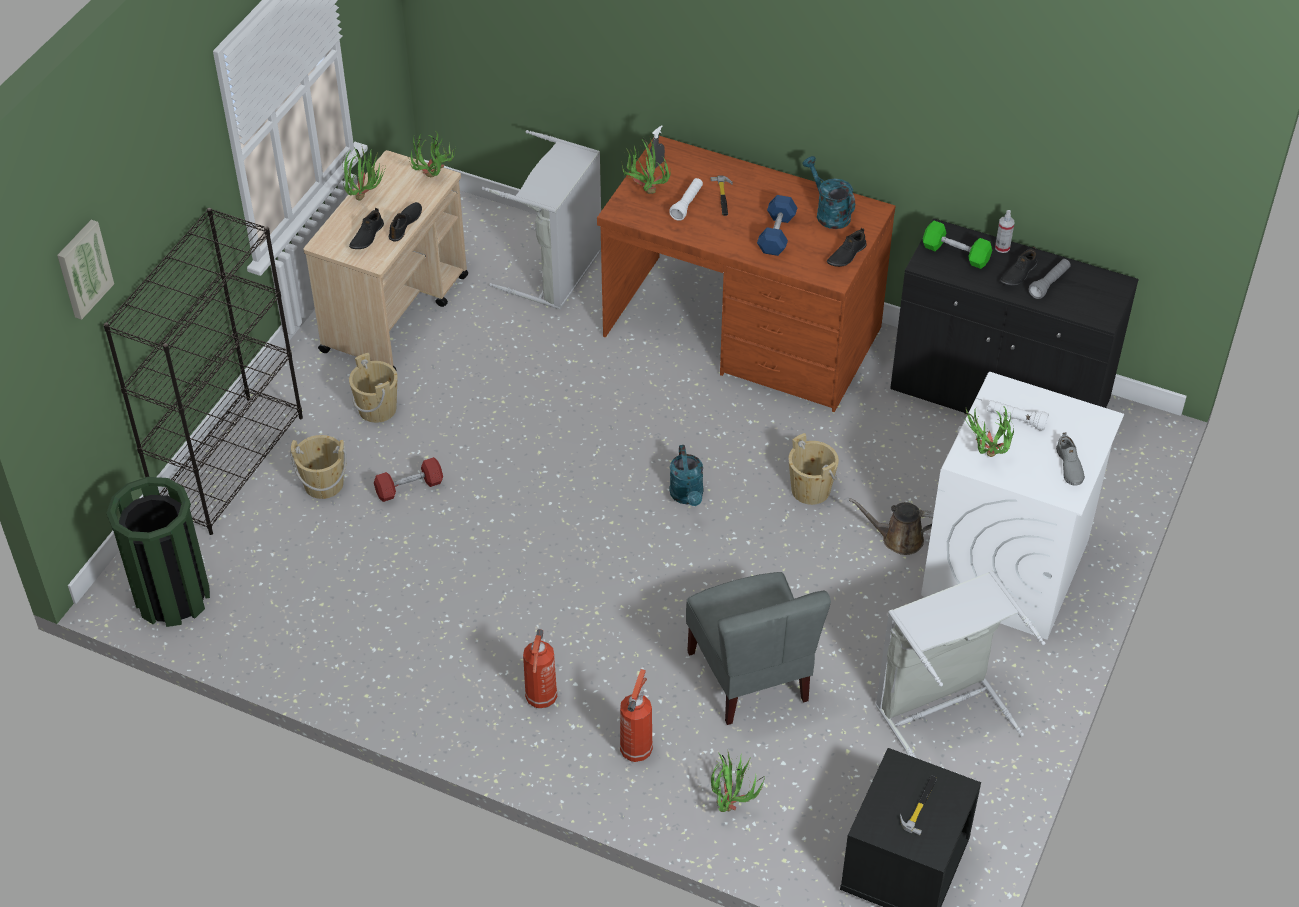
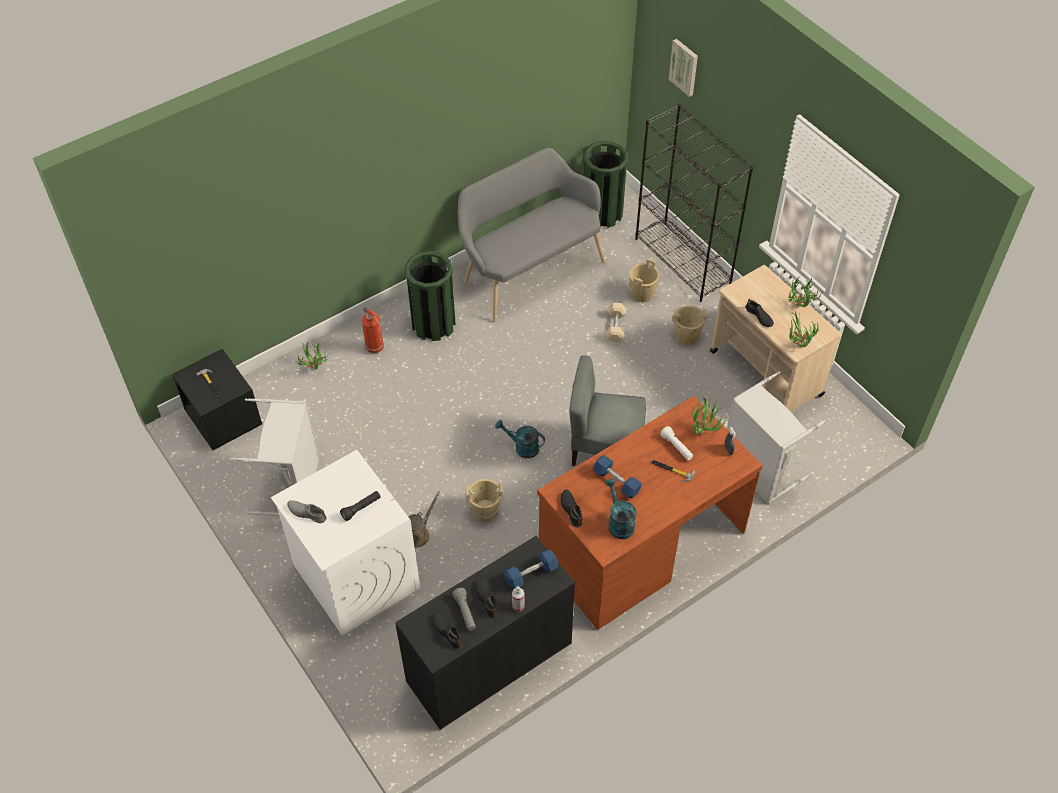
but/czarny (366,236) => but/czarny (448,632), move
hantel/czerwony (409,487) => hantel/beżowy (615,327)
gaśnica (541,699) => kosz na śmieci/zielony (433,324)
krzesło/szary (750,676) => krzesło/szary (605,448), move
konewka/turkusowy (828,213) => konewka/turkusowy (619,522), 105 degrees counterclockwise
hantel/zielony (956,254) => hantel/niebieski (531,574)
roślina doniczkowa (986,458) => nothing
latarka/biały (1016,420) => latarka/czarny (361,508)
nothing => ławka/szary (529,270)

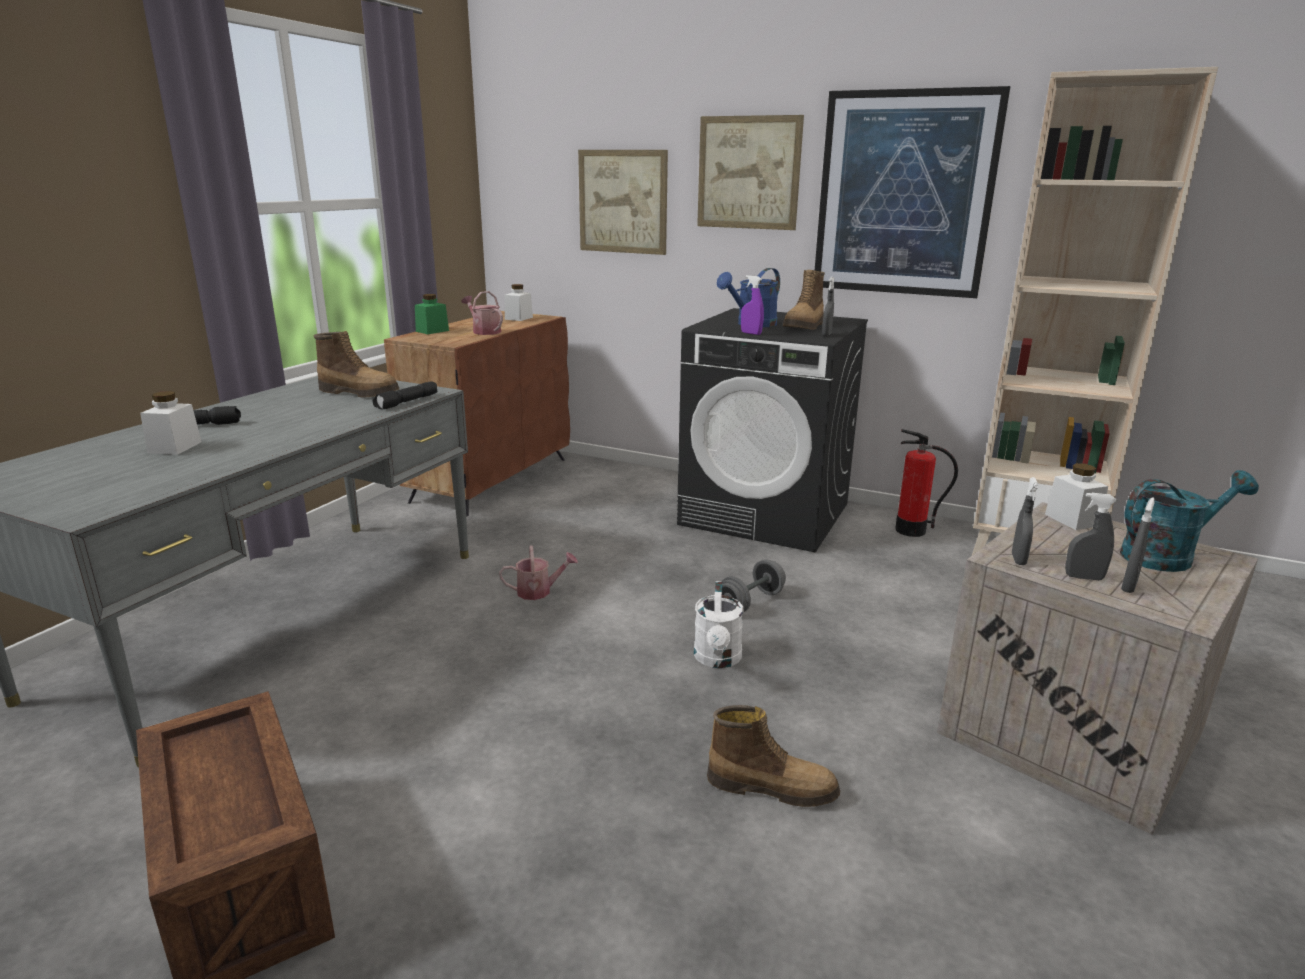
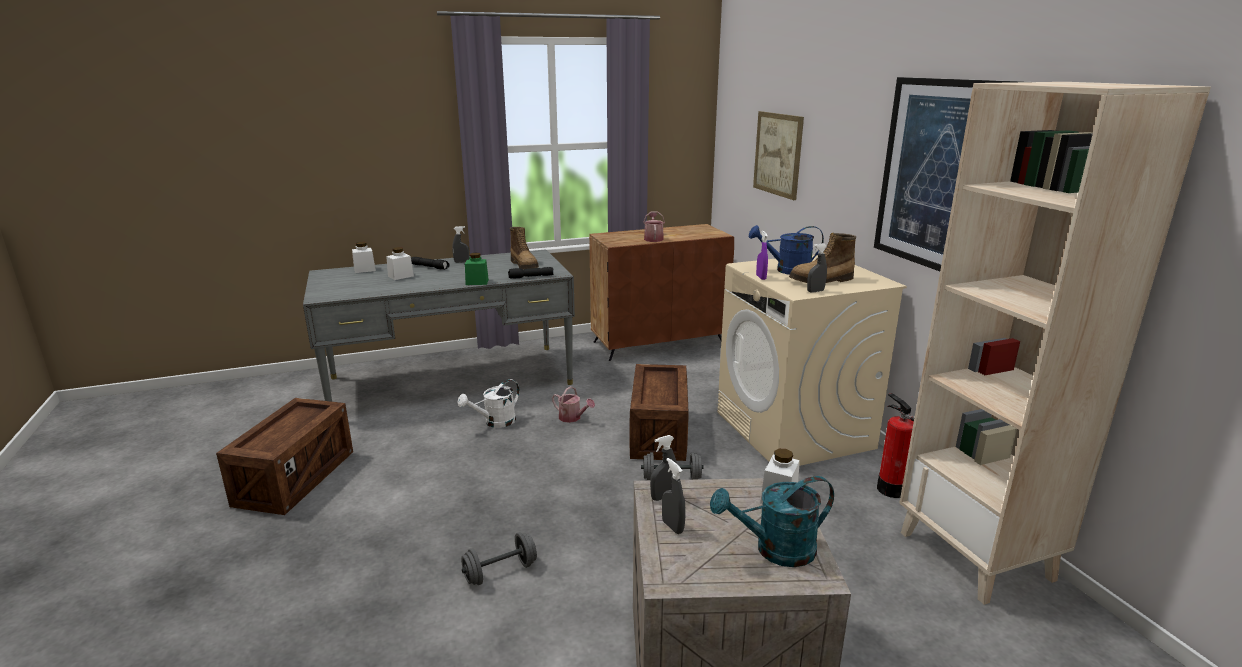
słoik/zielony (432,331) => słoik/zielony (477,282), move
słoik/biały (519,318) => słoik/biały (364,270), move
pralka/czarny (766,514) => pralka/beżowy (794,430)
konewka/biały (717,659) => konewka/biały (495,422), move
obraz (748,173) => nothing
but z cholewką (772,787) => hantel/szary (500,572)
konewka/turkusowy (1166,556) => konewka/turkusowy (775,550), 135 degrees clockwise
spryskiwacz/szary (1129,586) => spryskiwacz/szary (461,262), move
nothing => skrzynka (659,434)

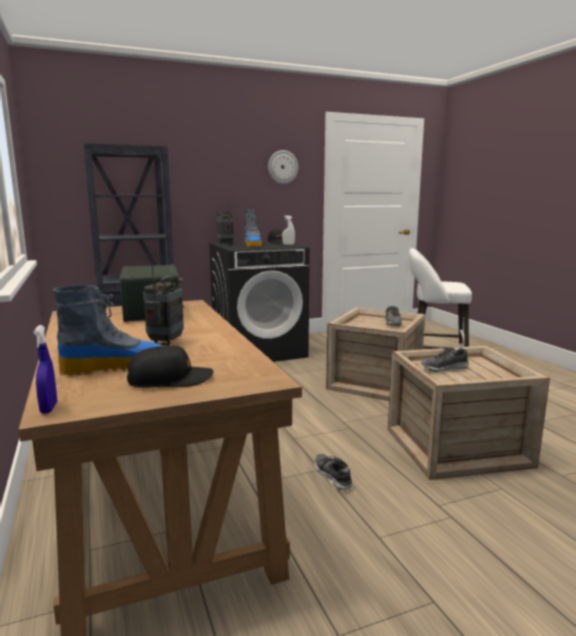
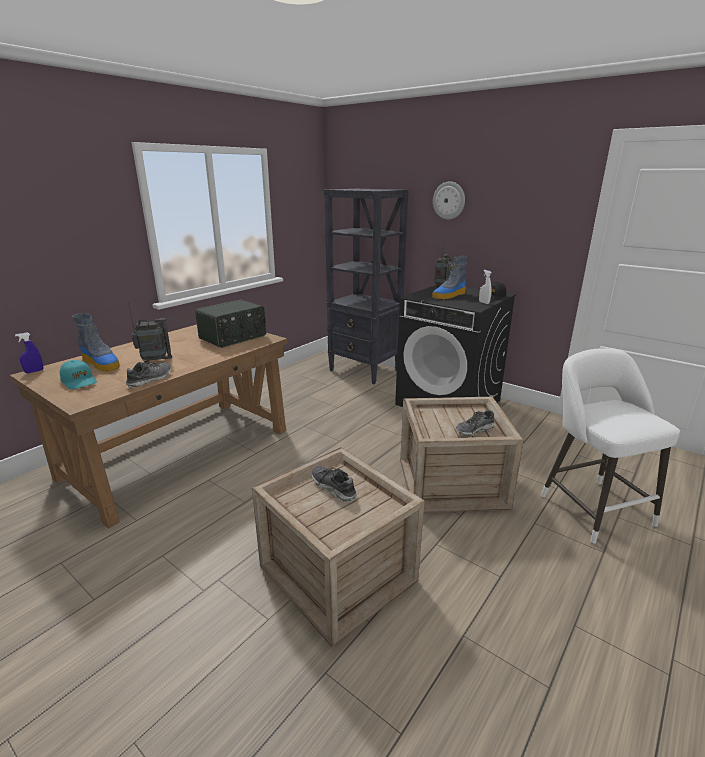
czapka z daszkiem/czarny (170,380) => czapka z daszkiem/turkusowy (79,381)
zegar ścienny (282,167) => zegar ścienny (449,200), move
but (332,477) => but (150,380), move

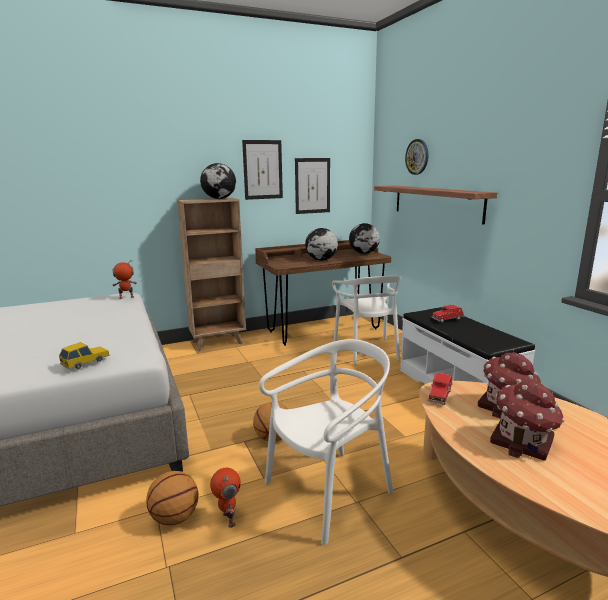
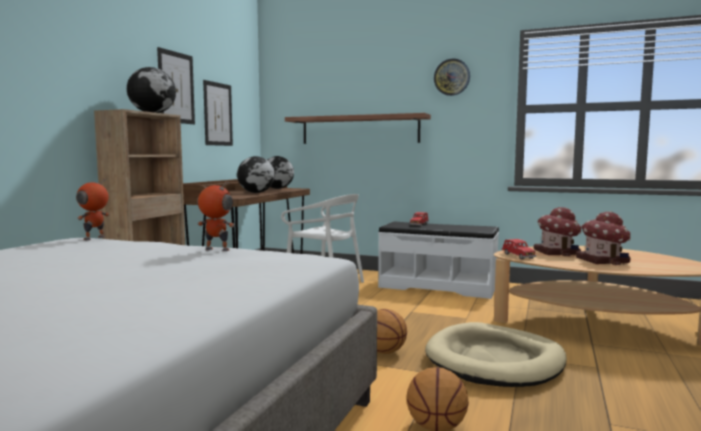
samochodzik (85,362) => nothing
robot zabawkowy (227,519) => robot zabawkowy (216,250), move
krzesło/biały (329,492) => legowisko/beżowy (495,360)
zegar ścienny (417,157) => zegar ścienny (452,77), move

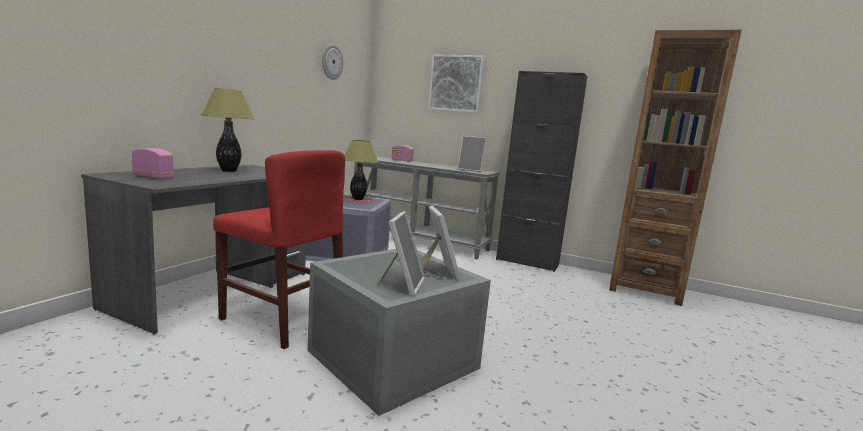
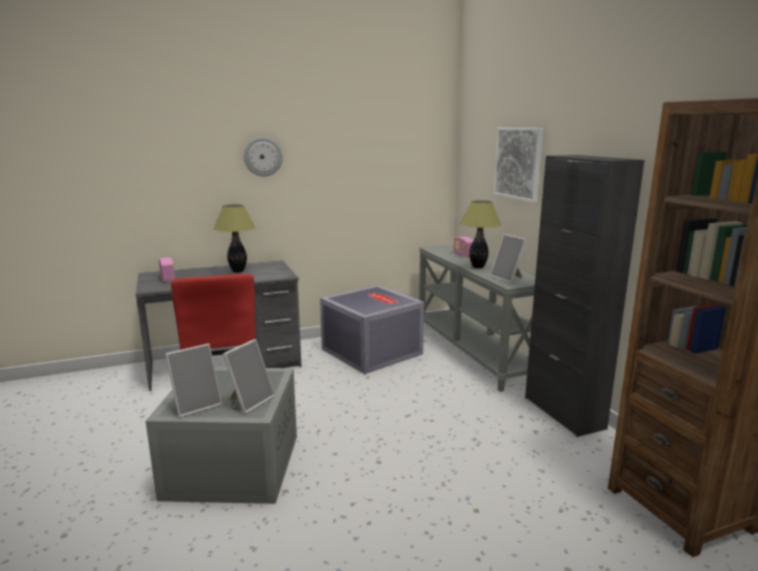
zegar ścienny (331,62) => zegar ścienny (263,156), move
lampa stołowa (358,199) => lampa stołowa (478,267), move

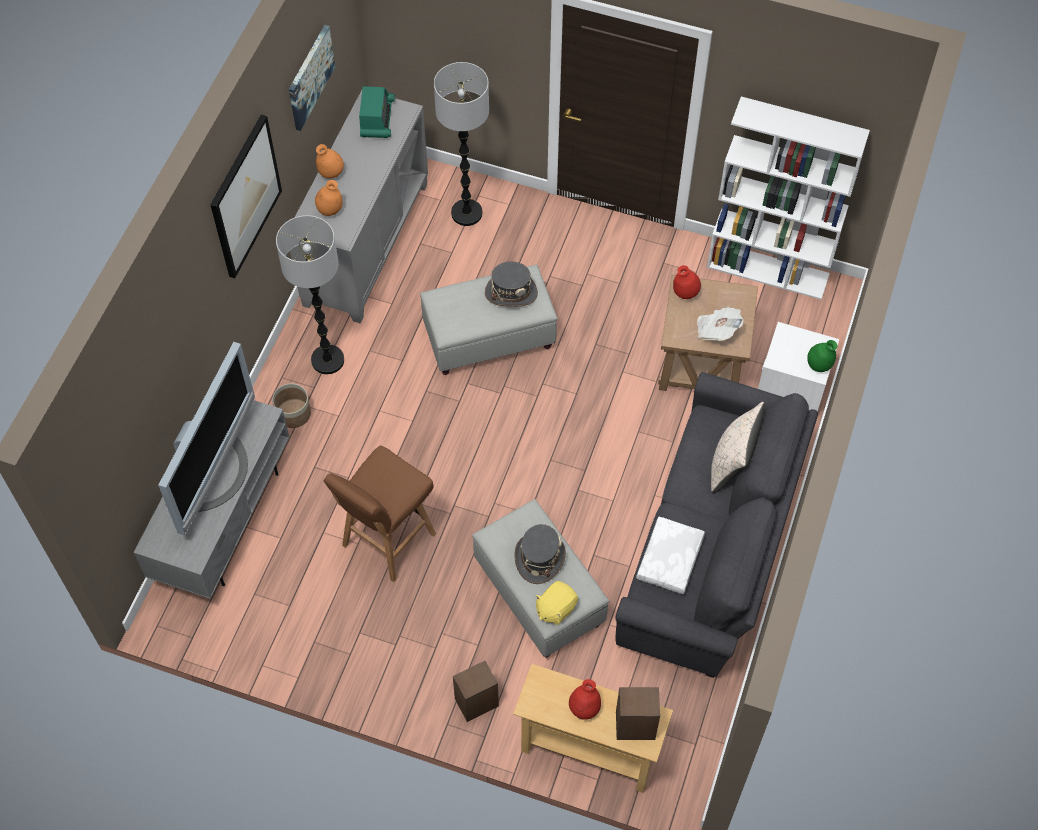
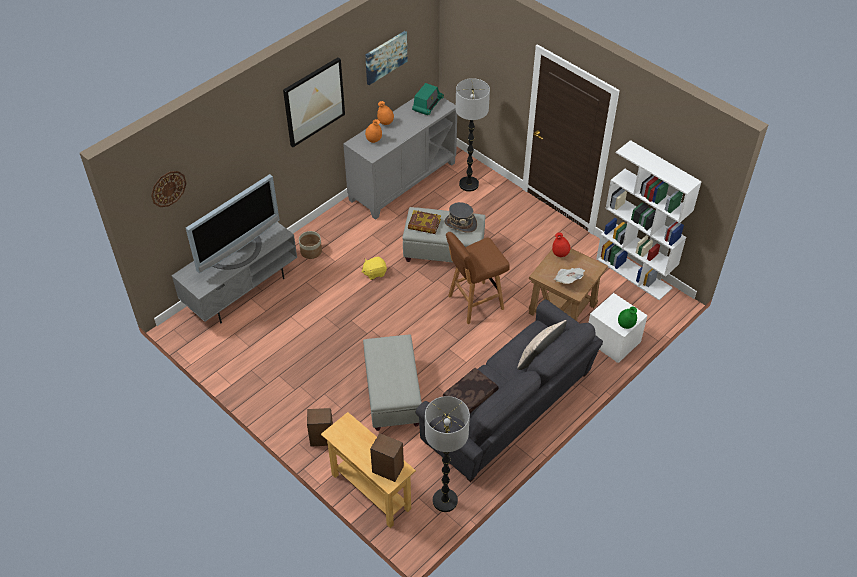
lampa stojąca (328,360) => lampa stojąca (445,501), move
stołek/brązowy (387,541) => stołek/brązowy (474,303), move
kapelusz/szary (539,558) => nothing
pluszak/żółty (555,608) => pluszak/żółty (374,273), move
wazon/czerwony (584,708) => nothing
poduszka/biały (671,560) => poduszka/brązowy (470,396)
nothing => zegar ścienny (168,188)
nothing => książka (424,224)

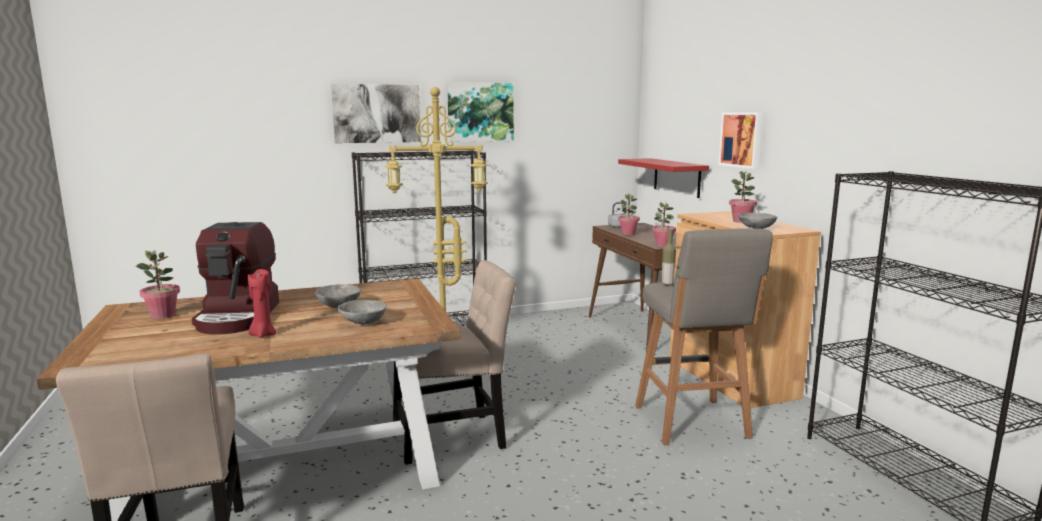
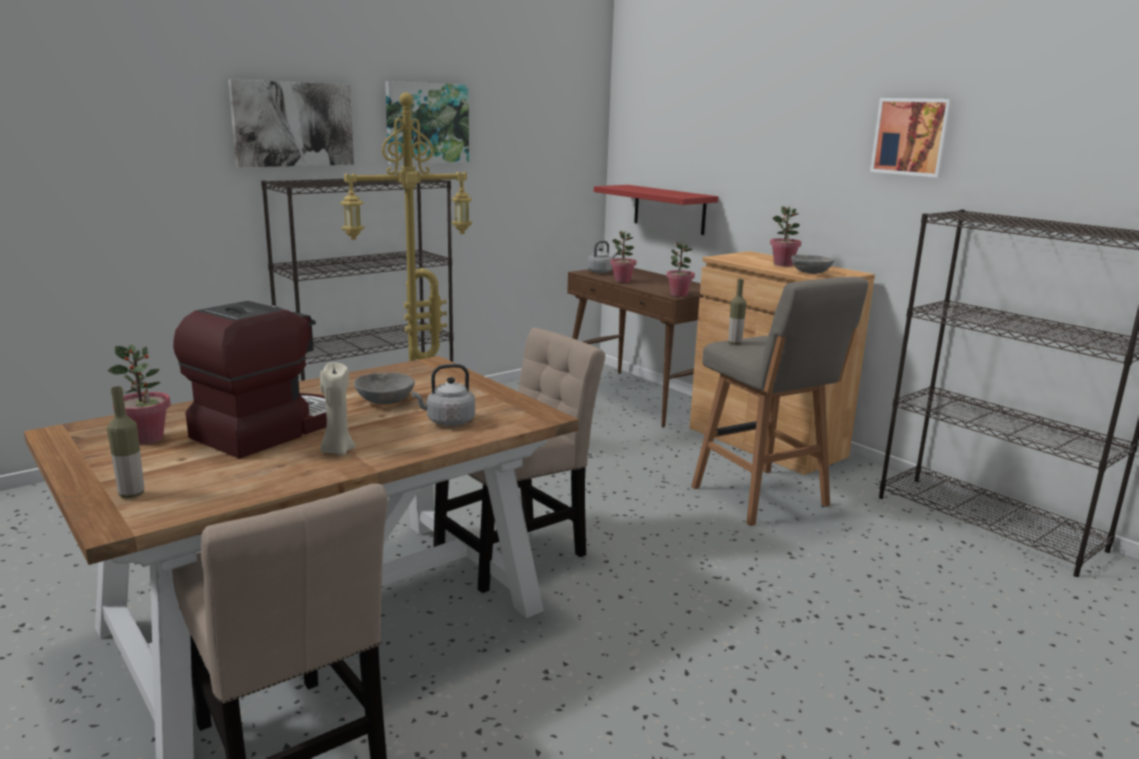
ekspres do kawy (239,317) => ekspres do kawy (266,429), 120 degrees counterclockwise
świeca/czerwony (263,335) => świeca/beżowy (337,450)
miska/szary (362,323) => czajnik/szary (448,421)
obraz (742,139) => obraz (913,137), move
nothing => butelka (132,494)

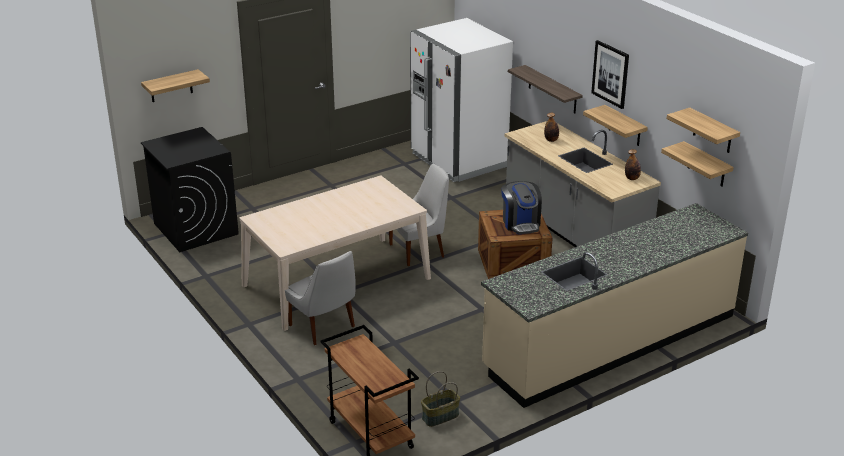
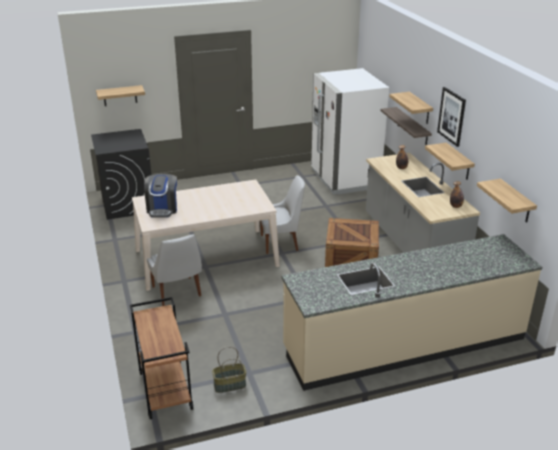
ekspres do kawy (521,223) => ekspres do kawy (162,209), move
półka (712,131) => półka (420,108), move

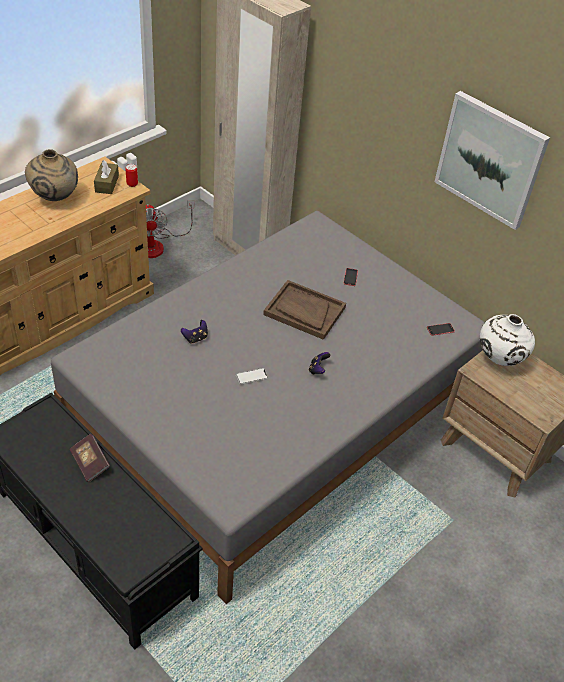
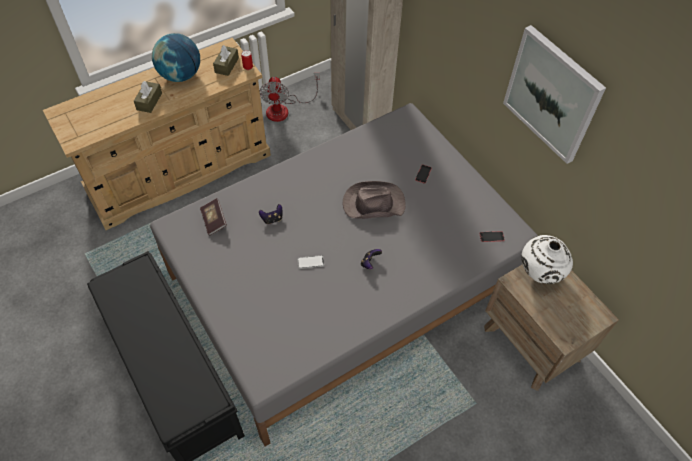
wazon/beżowy (55,198) => globus (180,75)
książka (90,463) => książka (214,221), move
taca/brązowy (304,311) => kapelusz/brązowy (373,203)
nothing => pudełko chusteczek/brązowy (149,101)

